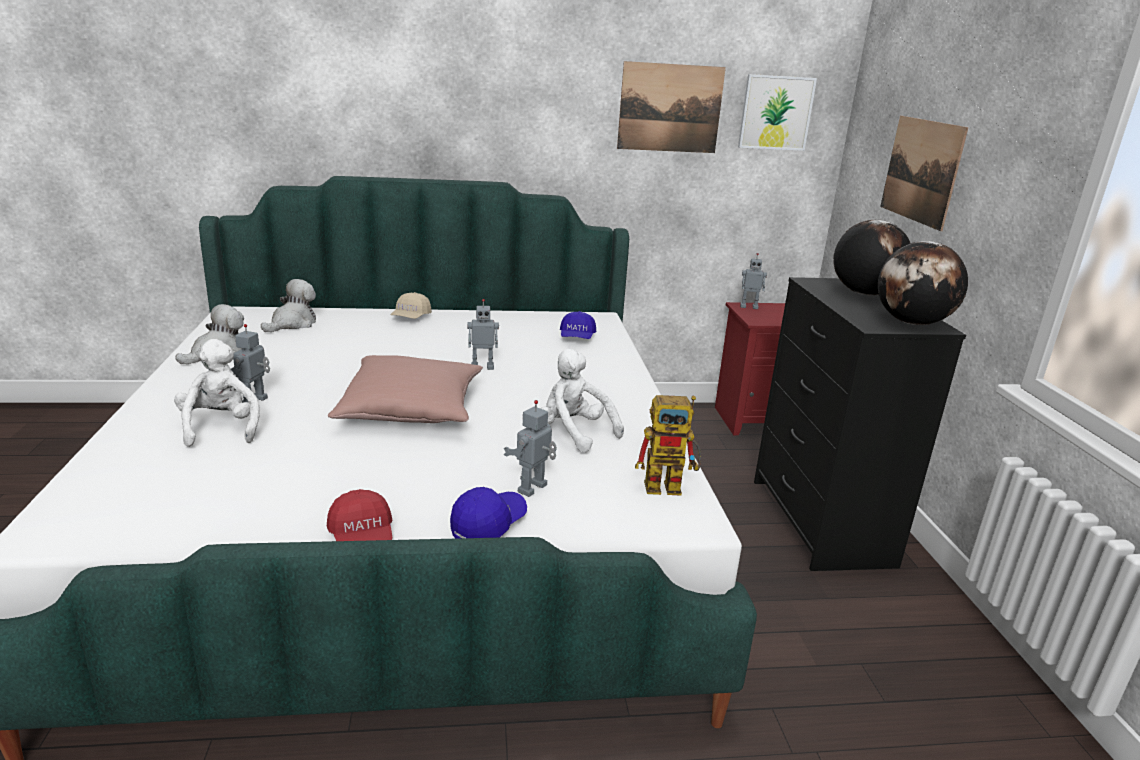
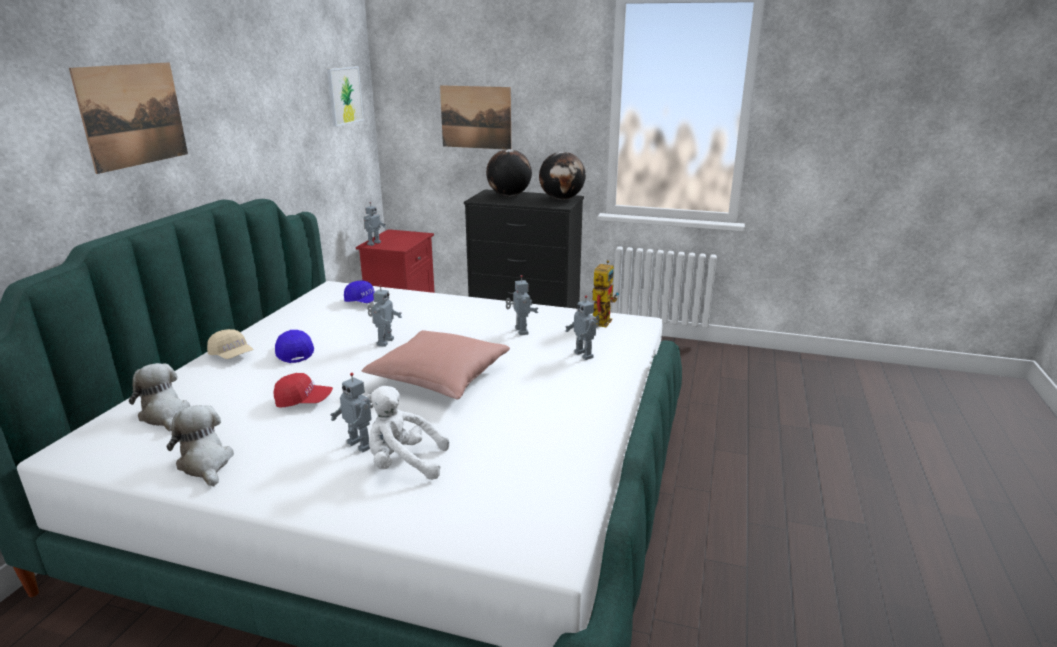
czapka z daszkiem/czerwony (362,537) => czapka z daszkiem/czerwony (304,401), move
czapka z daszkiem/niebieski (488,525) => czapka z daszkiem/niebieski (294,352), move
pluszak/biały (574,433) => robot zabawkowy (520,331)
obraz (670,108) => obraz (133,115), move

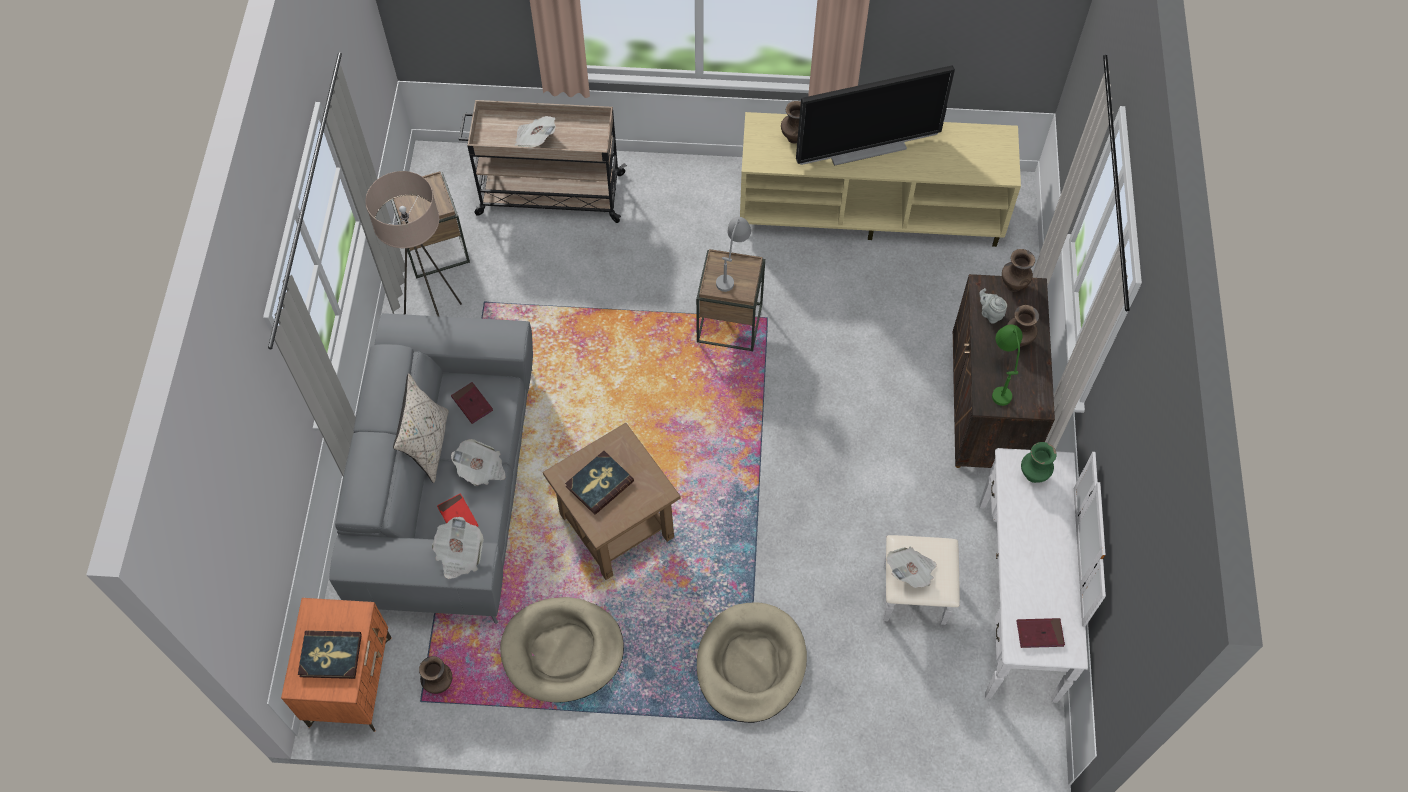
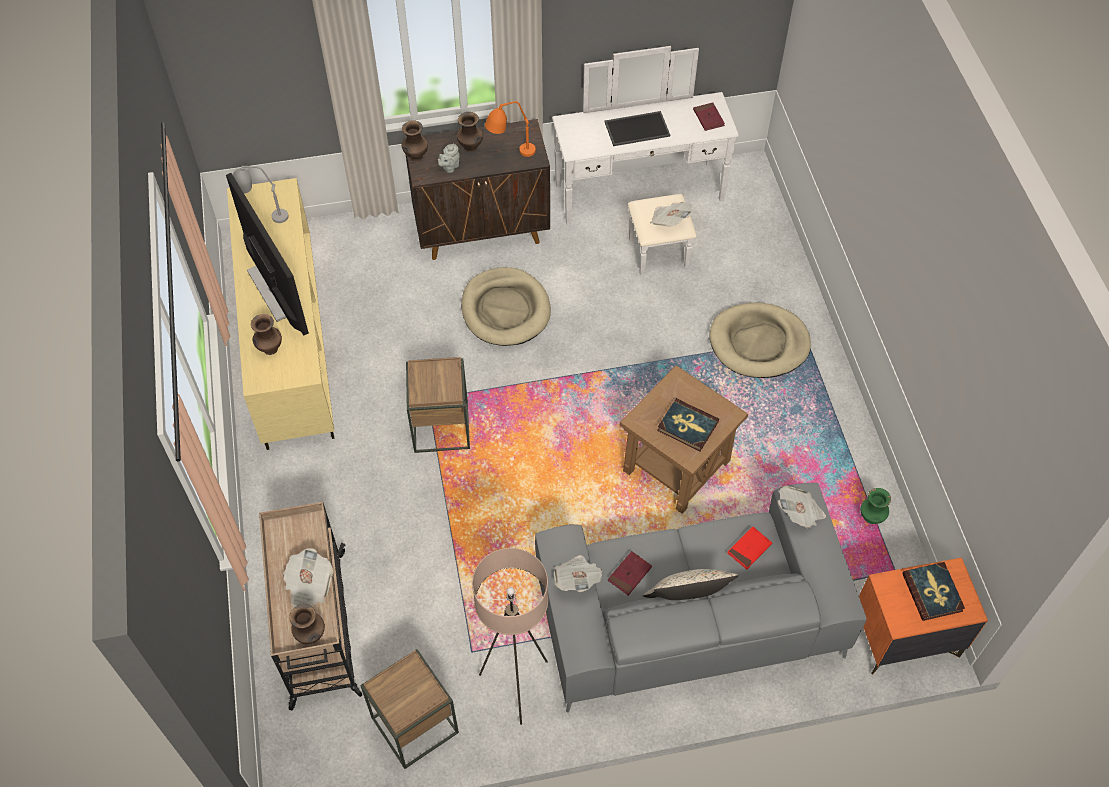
wazon/brązowy (439,684) => wazon/brązowy (311,636), move
gazeta (481,469) => gazeta (577,579), move
legowisko/beżowy (562,651) => legowisko/beżowy (505,309), move
lampa stołowa/szary (732,268) => lampa stołowa/szary (262,215), move
lampa stołowa/zielony (1000,377) => lampa stołowa/pomarańczowy (509,153)
wazon/zielony (1032,475) => wazon/zielony (871,518), move
nothing => taca (637,128)

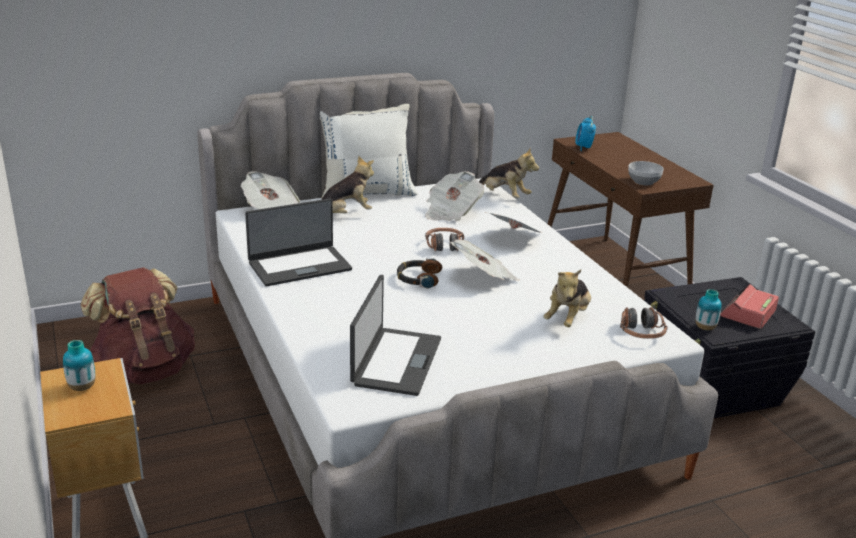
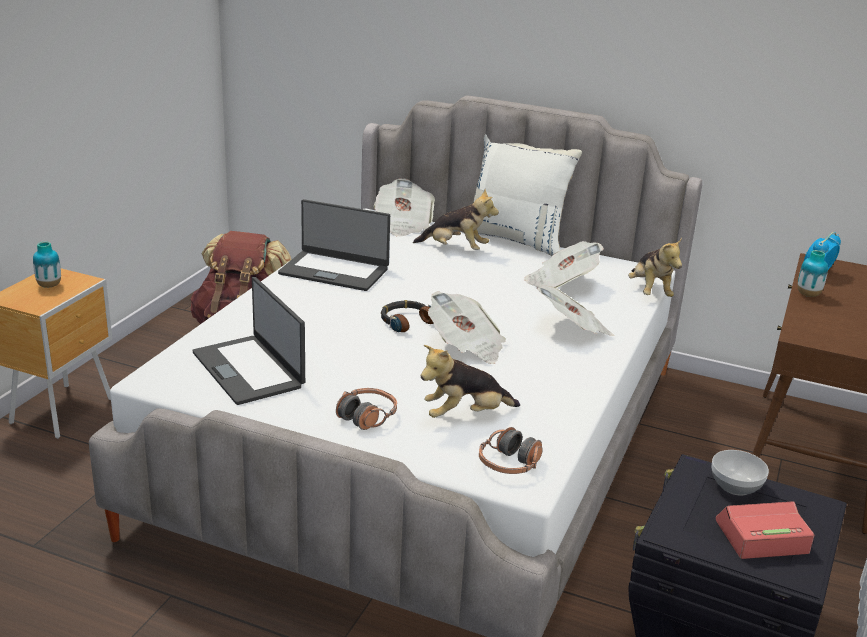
laptop (395,361) => laptop (249,369), 90 degrees clockwise
słuchawki (444,245) => słuchawki (367,416), move
miska (644,182) => miska (736,486), move
wazon (705,328) => wazon (808,295), move

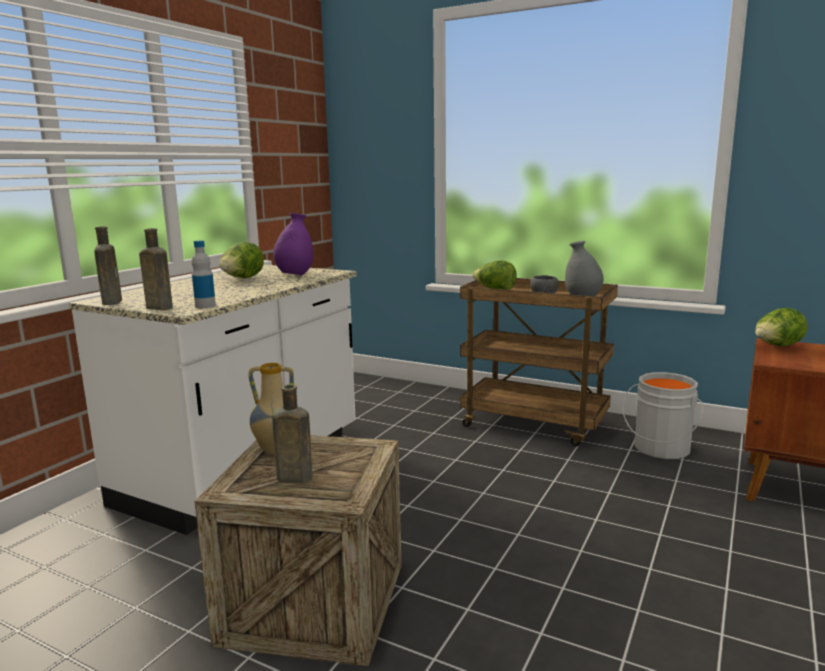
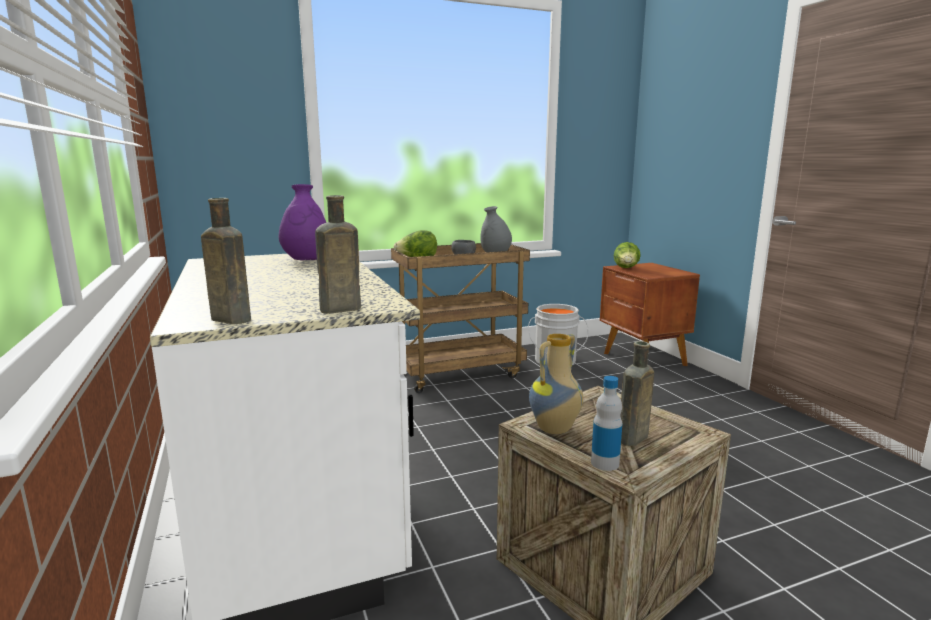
butelka (205,306) => butelka (605,463), move
sałata (242,279) => nothing

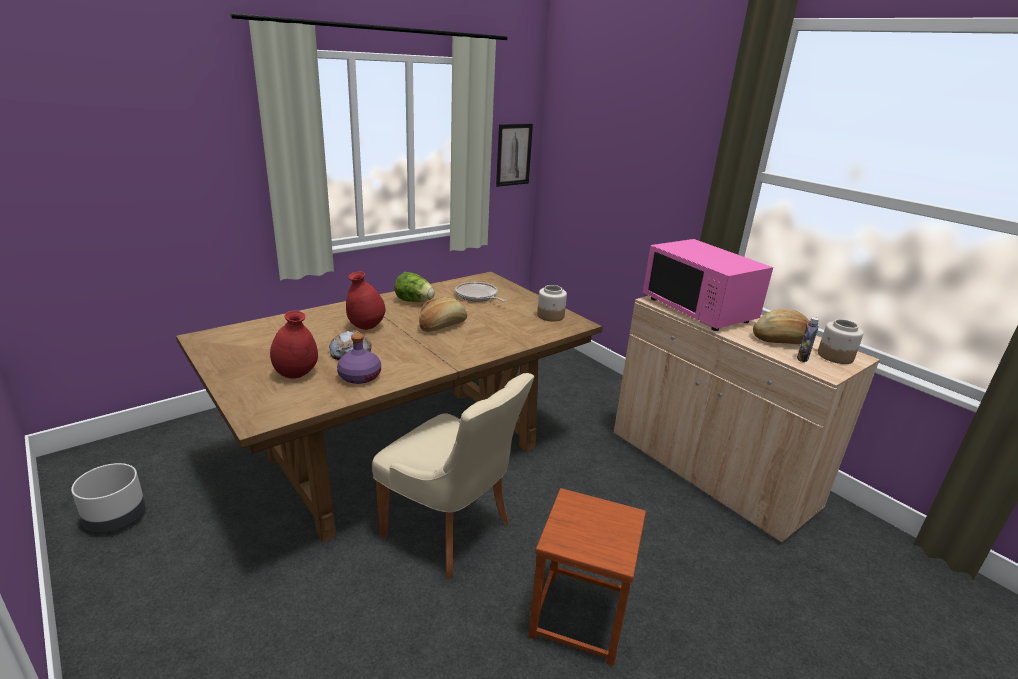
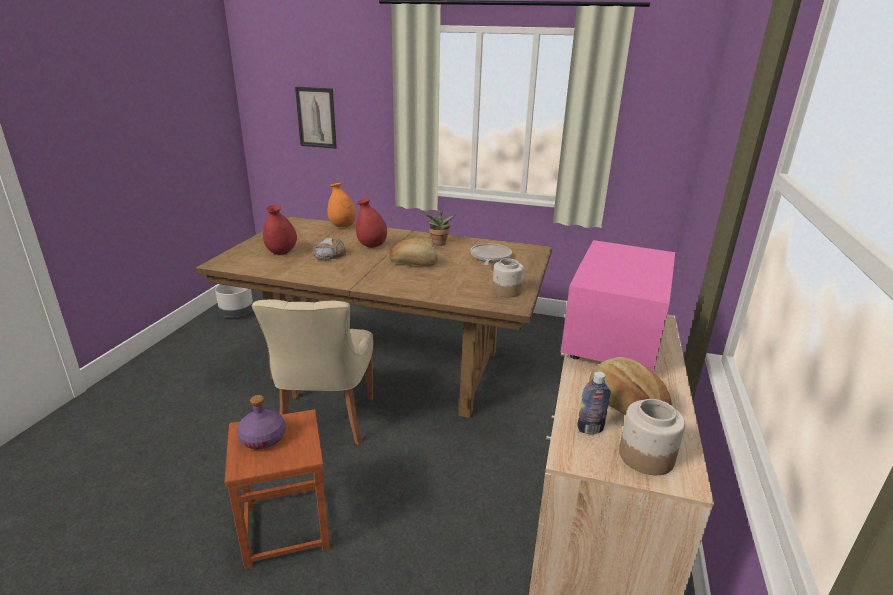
butelka/fioletowy (359,376) => butelka/fioletowy (263,438), move
sałata (414,301) => roślina doniczkowa (438,244)
obraz (513,154) => obraz (316,117), move
nothing => wazon/pomarańczowy (342,226)

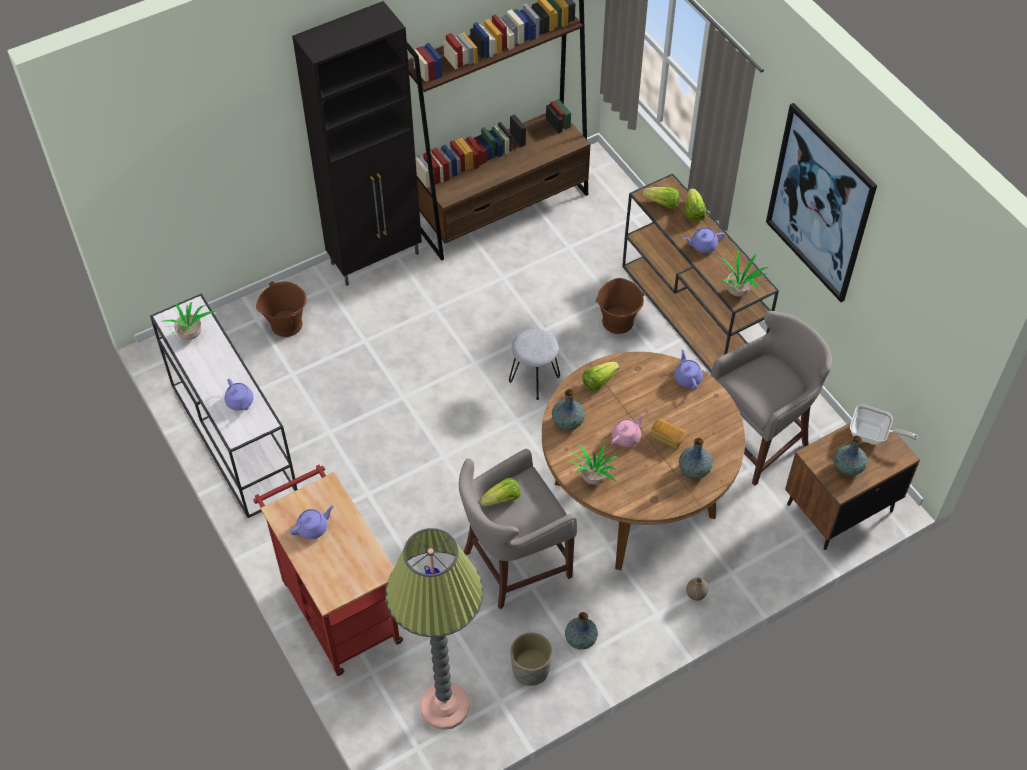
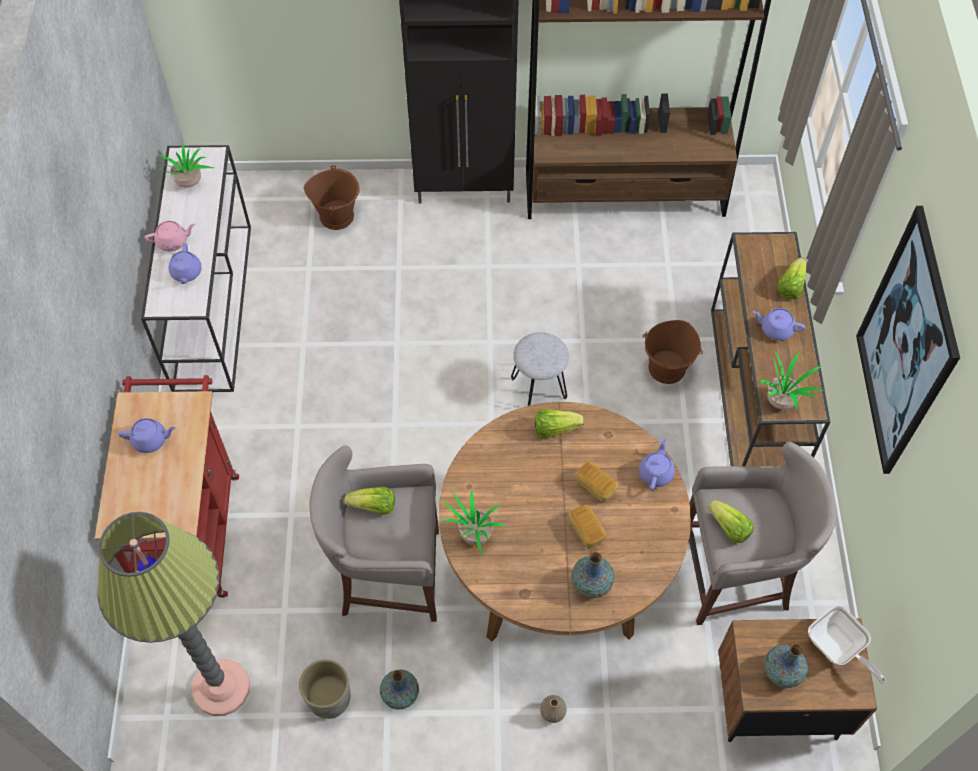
wazon (567,422) => nothing
imbryk/różowy (626,437) => imbryk/różowy (173,241), move
sałata (662,204) => sałata (729,528), move
nothing => chleb (595,486)

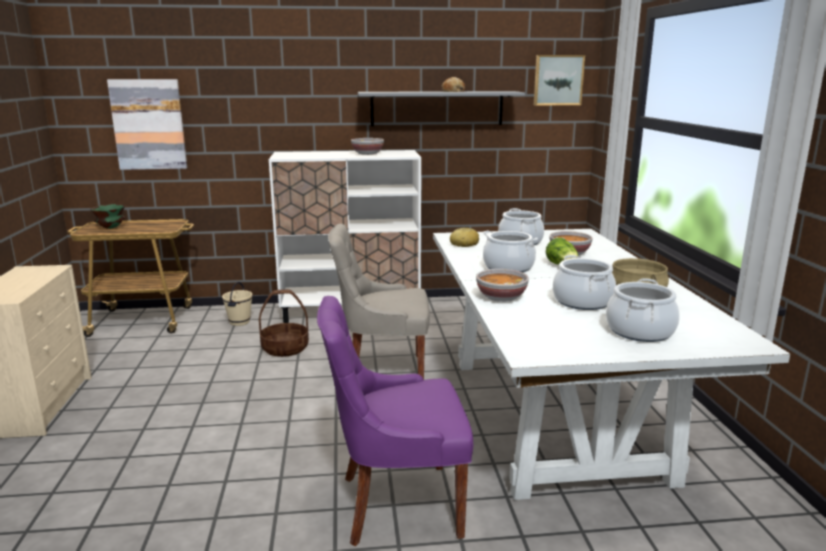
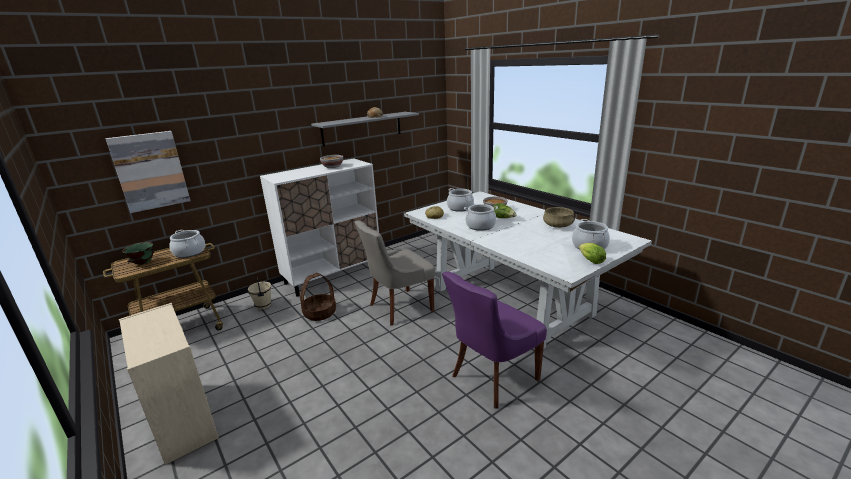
miska (500,297) => nothing
obraz (558,80) => nothing
garnek (582,302) => garnek (189,252), move
nothing => sałata (589,260)

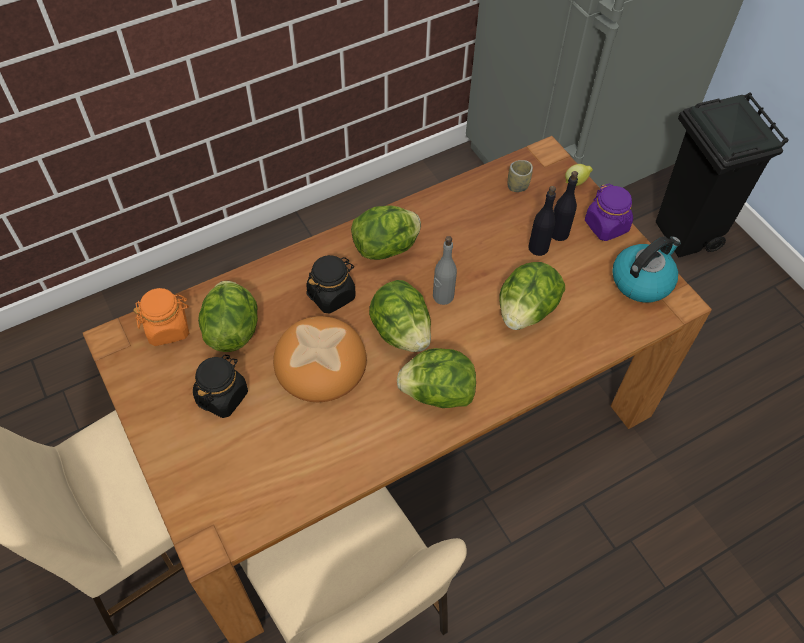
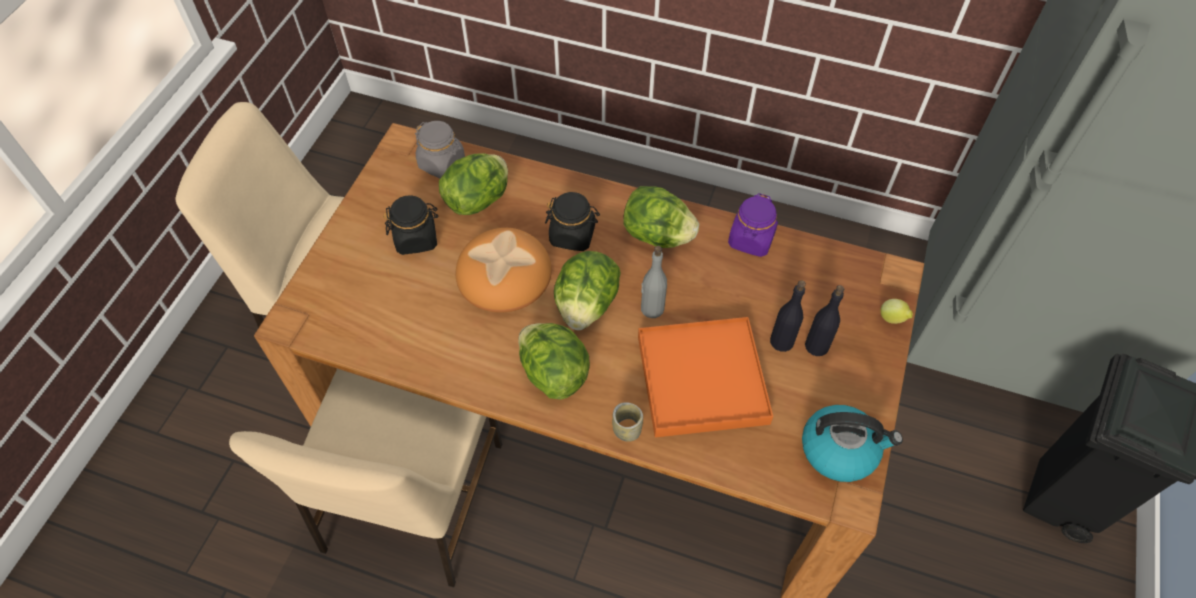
słoik/pomarańczowy (168,328) => słoik/szary (442,164)
sałata (526,311) => taca/pomarańczowy (702,380)
filiżanka (517,186) => filiżanka (627,430), move
słoik/fioletowy (606,226) => słoik/fioletowy (751,240), move

